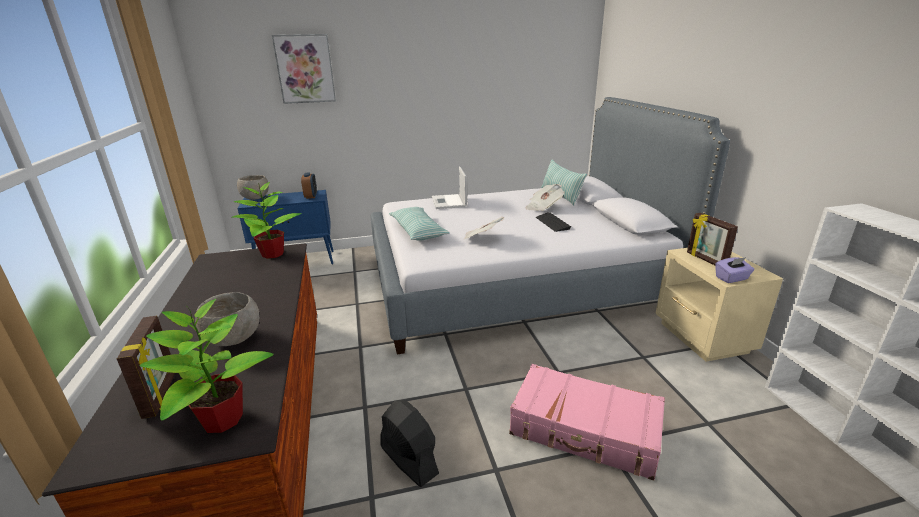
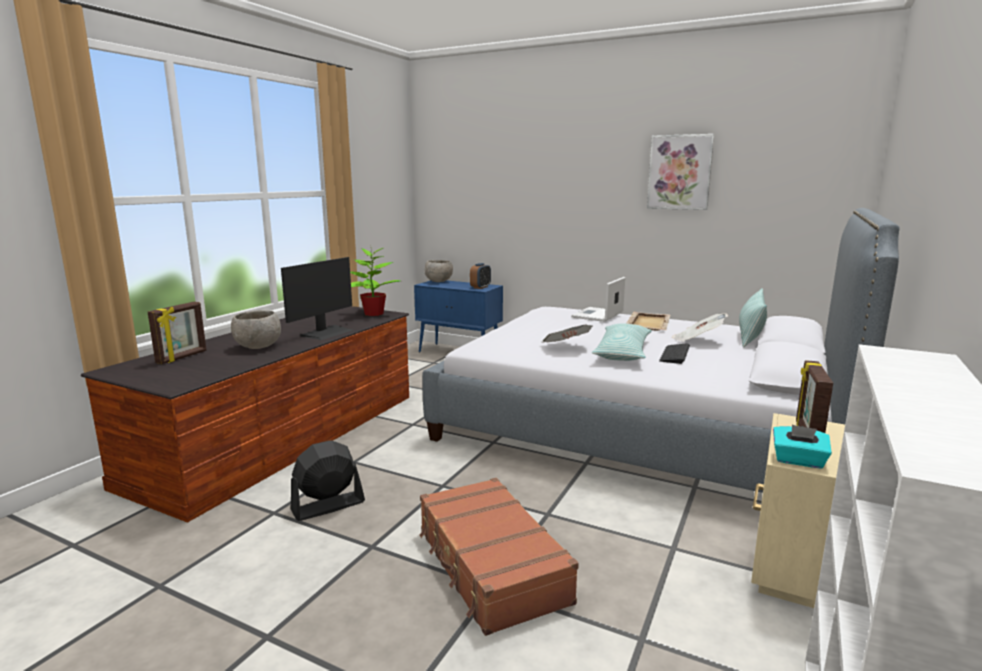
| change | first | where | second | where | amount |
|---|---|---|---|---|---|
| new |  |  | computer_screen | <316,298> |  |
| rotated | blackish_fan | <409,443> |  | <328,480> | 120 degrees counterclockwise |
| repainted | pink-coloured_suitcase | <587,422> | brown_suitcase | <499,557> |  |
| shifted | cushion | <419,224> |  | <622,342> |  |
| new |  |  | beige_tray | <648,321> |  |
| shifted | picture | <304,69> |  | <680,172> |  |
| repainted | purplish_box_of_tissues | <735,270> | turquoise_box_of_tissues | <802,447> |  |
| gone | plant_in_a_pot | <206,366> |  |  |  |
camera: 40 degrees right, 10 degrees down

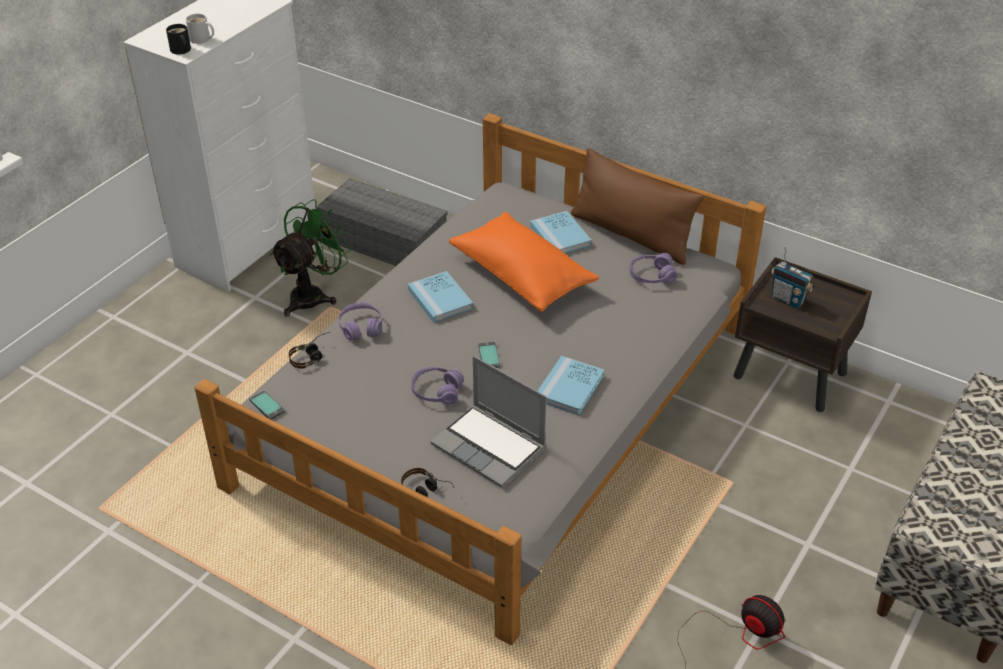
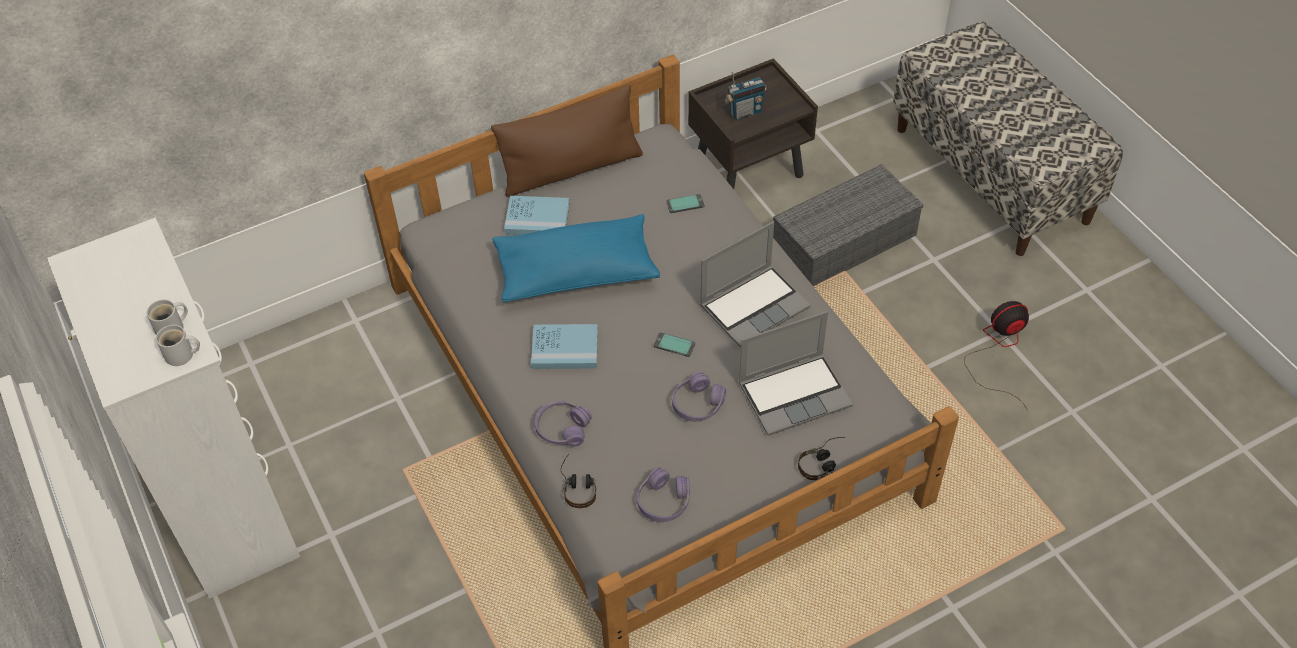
| change | first | where | second | where | amount |
|---|---|---|---|---|---|
| repainted | blackish_coffee_mug | <178,39> | white_coffee_mug | <178,345> |  |
| repainted | orange_cushion | <524,262> | bluish_cushion | <576,258> |  |
| shifted | purplish_headphones | <653,268> |  | <663,494> |  |
| shifted | handset | <267,405> |  | <685,203> |  |
| swapped | bluish_book | <571,385> | notebook_computer | <755,284> |  |
| shifted | greyish_storage_bin | <382,222> |  | <848,225> |  |
| gone | green-coloured_fan | <311,257> |  |  |  |
camera: 60 degrees left, 10 degrees up

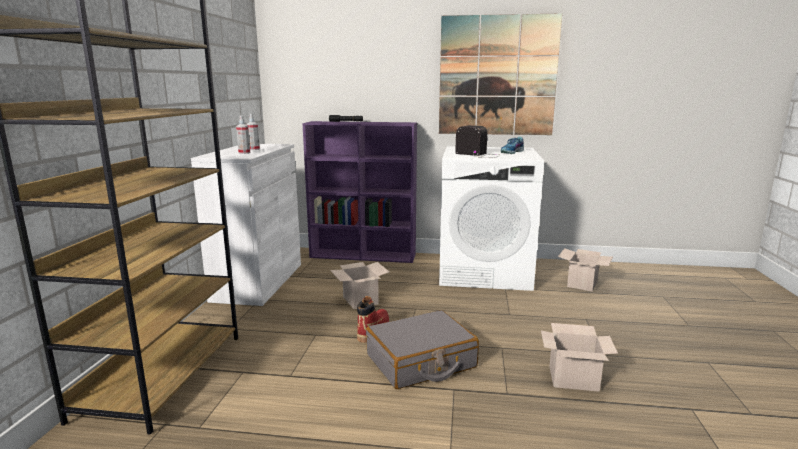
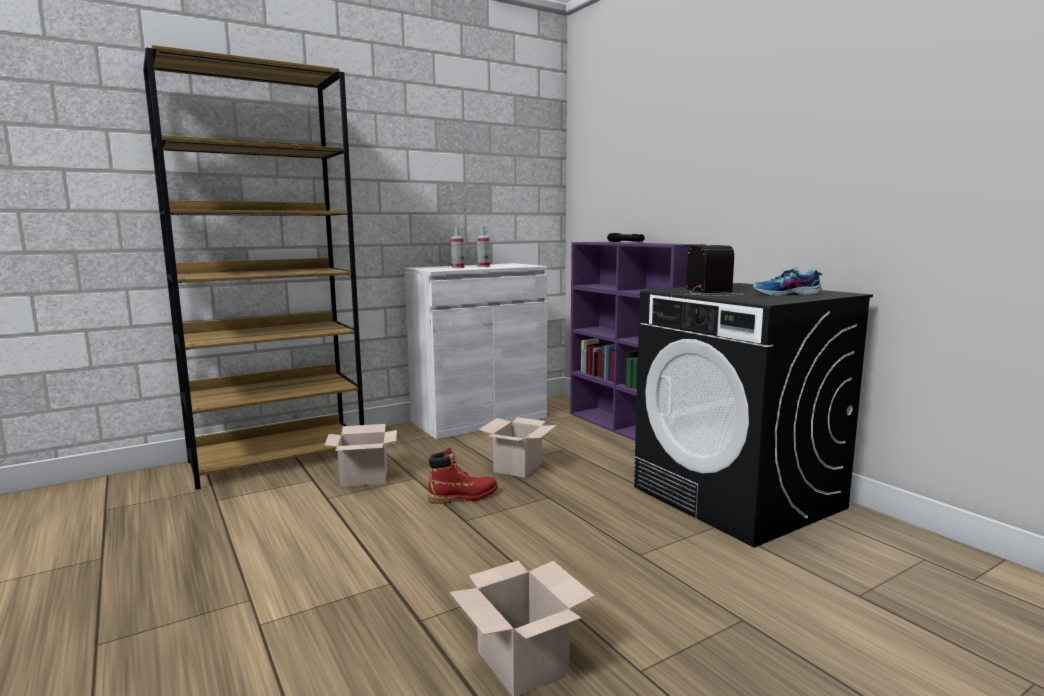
| change | first | where | second | where | amount |
|---|---|---|---|---|---|
| shifted | packing_box | <585,270> |  | <360,455> |  |
| repainted | white_washing_machine | <491,218> | blackish_washing_machine | <753,415> |  |
| gone | greyish_suitcase | <422,349> |  |  |  |
| gone | picture | <500,74> |  |  |  |
camera: 50 degrees right, 5 degrees down

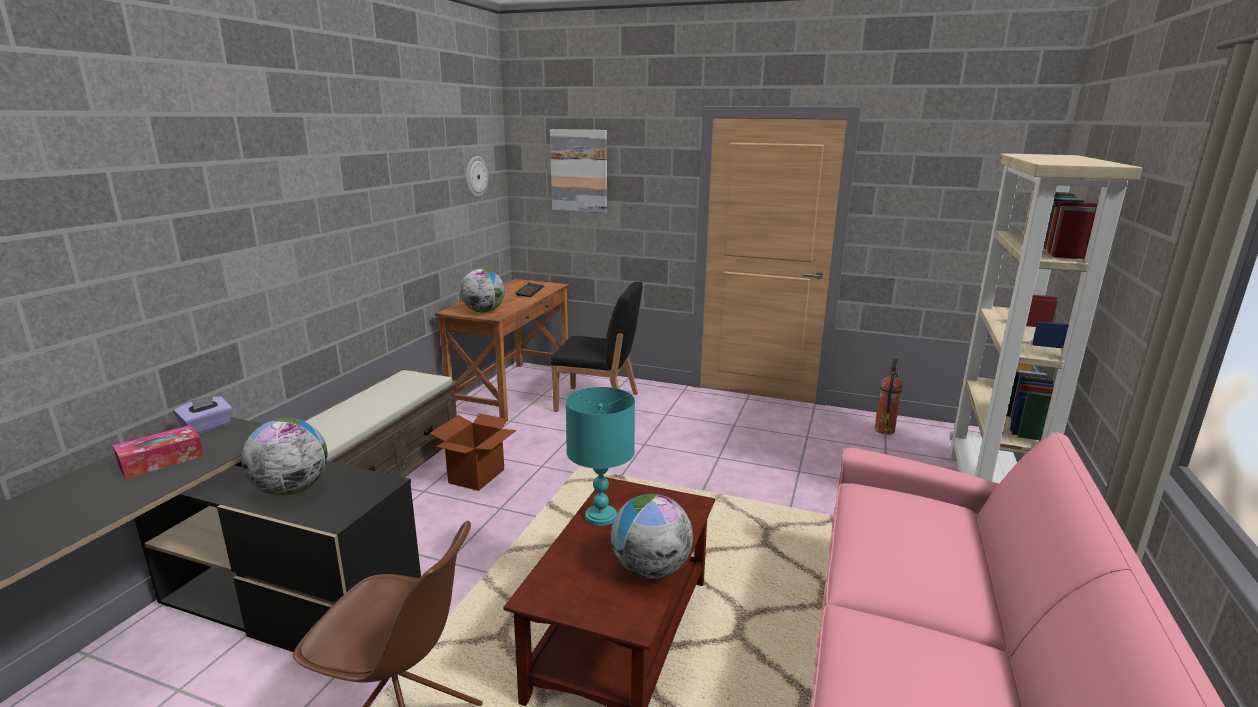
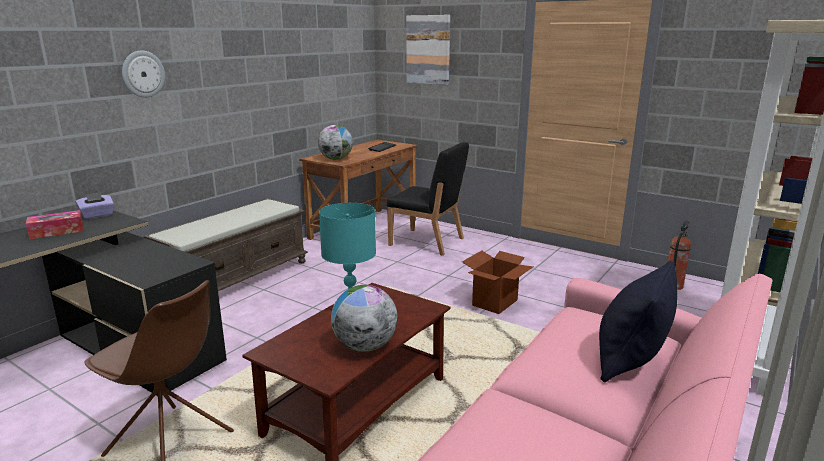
| change | first | where | second | where | amount |
|---|---|---|---|---|---|
| shifted | clock_on_the_wall | <477,177> |  | <143,74> |  |
| shifted | packing_box | <473,452> |  | <497,282> |  |
| new |  |  | blackish_cushion | <638,321> |  |
| gone | globe | <284,457> |  |  |  |
camera: 15 degrees right, 0 degrees up

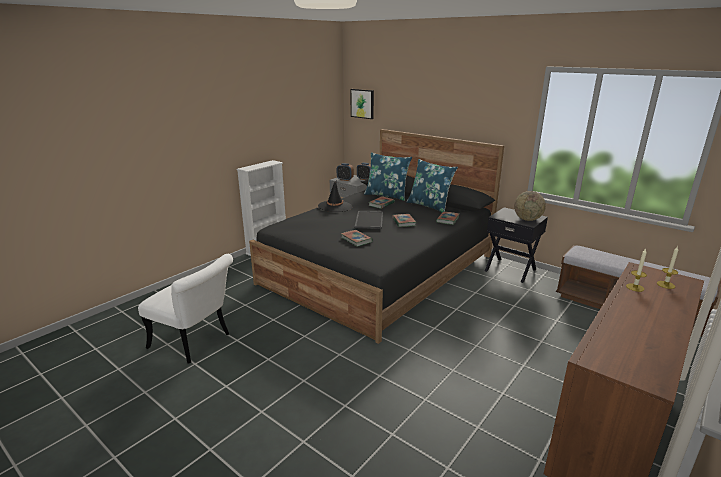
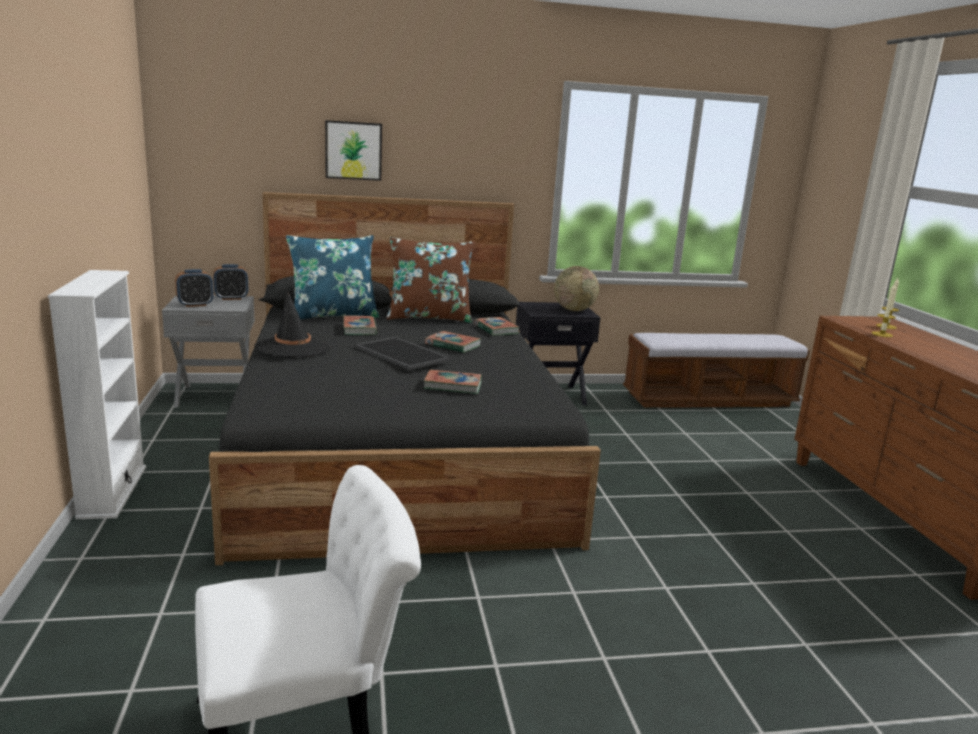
| change | first | where | second | where | amount |
|---|---|---|---|---|---|
| shifted | picture | <362,104> |  | <353,150> |  |
| repainted | bluish_cushion | <432,185> | brown_cushion | <430,280> |  |
camera: 50 degrees left, 5 degrees down

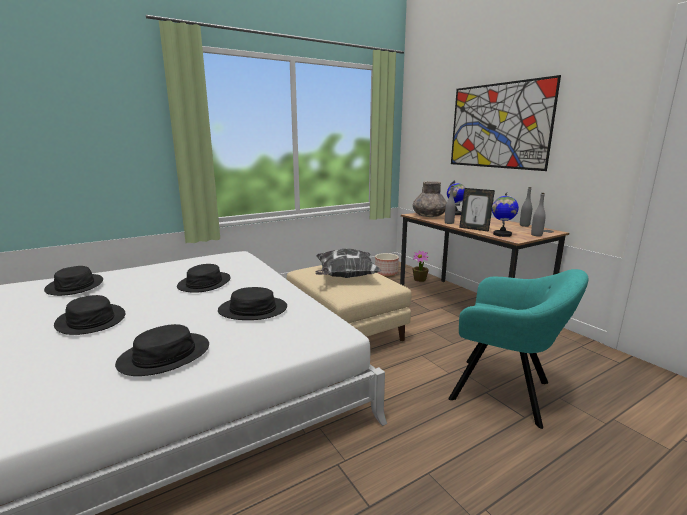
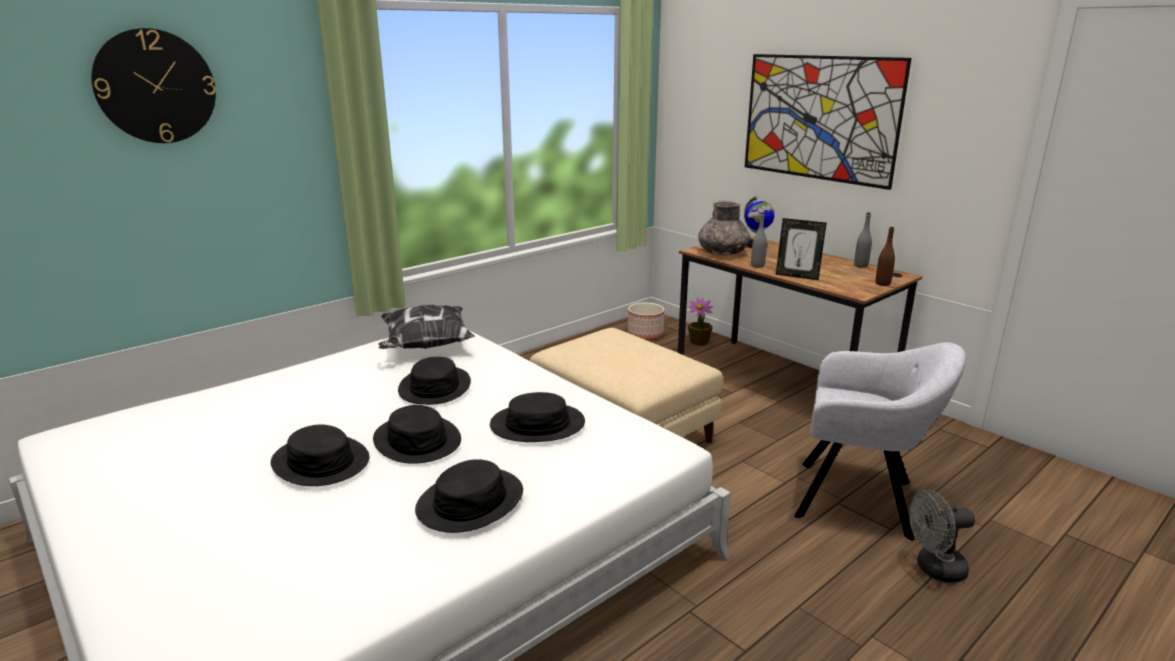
| change | first | where | second | where | amount |
|---|---|---|---|---|---|
| new |  |  | clock_on_the_wall | <153,85> |  |
| shifted | blackish_clothing_hat | <73,281> |  | <417,434> |  |
| shifted | cushion | <348,263> |  | <427,327> |  |
| repainted | turquoise_armchair | <518,349> | greyish_armchair | <880,441> |  |
| repainted | greyish_drink_bottle | <538,214> | brown_drink_bottle | <885,256> |  |
| new |  |  | greyish_fan | <942,536> |  |
| gone | globe | <505,214> |  |  |  |
camera: 10 degrees left, 5 degrees up

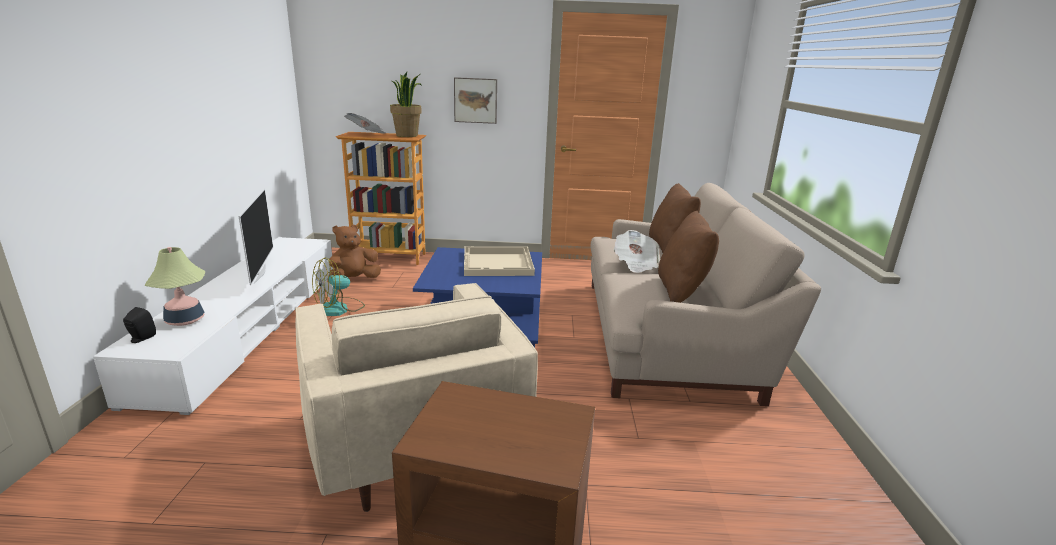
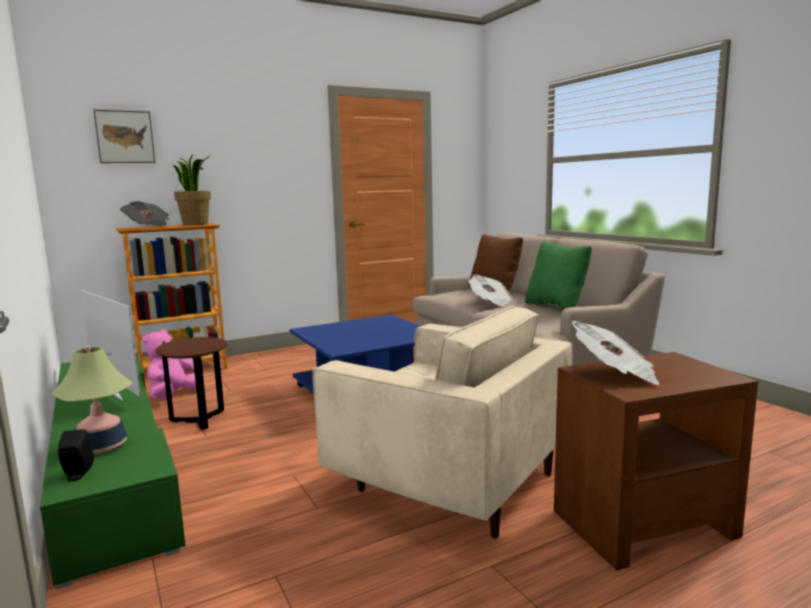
| change | first | where | second | where | amount |
|---|---|---|---|---|---|
| repainted | white_tv_stand | <213,326> | green-coloured_tv_stand | <113,471> |  |
| shifted | picture | <475,100> |  | <124,136> |  |
| repainted | brown_cuddly_toy | <355,251> | pink-coloured_cuddly_toy | <169,364> |  |
| swapped | fan | <338,287> | brown_side_table | <191,383> |  |
| repainted | brown_cushion | <688,257> | green-coloured_cushion | <558,276> |  |
| new |  |  | printed_paper | <615,353> |  |
| gone | beige_tray | <499,261> |  |  |  |
camera: 30 degrees left, 10 degrees down

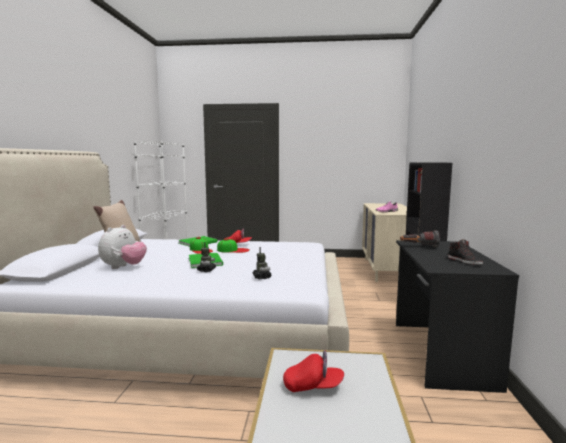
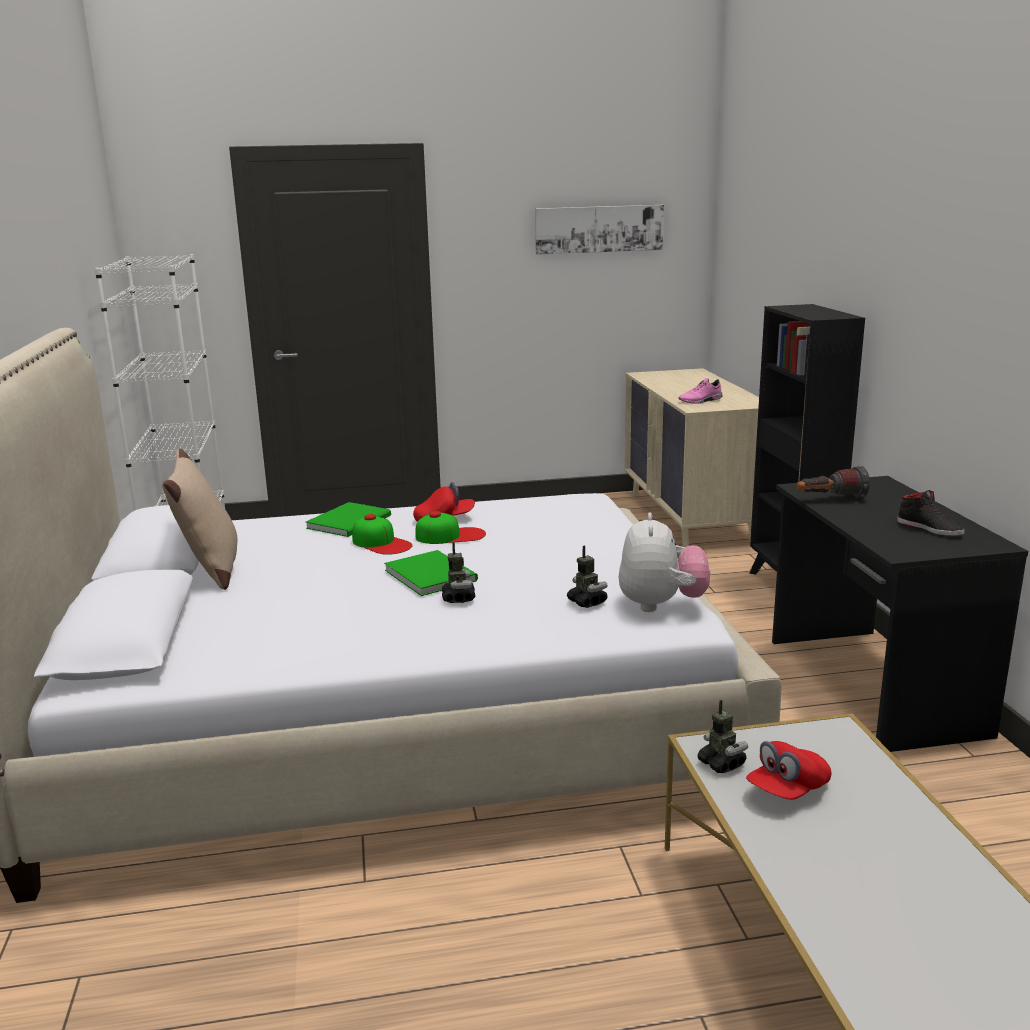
| change | first | where | second | where | amount |
|---|---|---|---|---|---|
| new |  |  | picture | <599,230> |  |
| shifted | cuddly_toy | <122,247> |  | <664,562> |  |
| new |  |  | model_robot | <722,736> |  |
| rotated | red_cap | <313,371> |  | <788,770> | 150 degrees clockwise |
camera: 15 degrees left, 10 degrees up

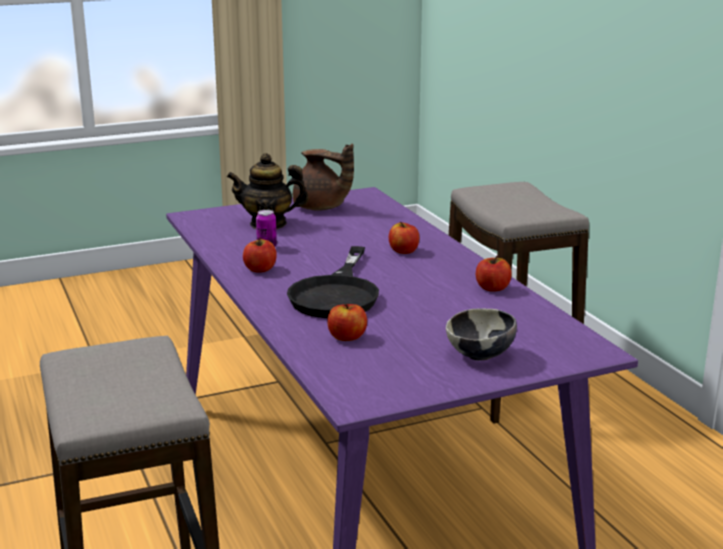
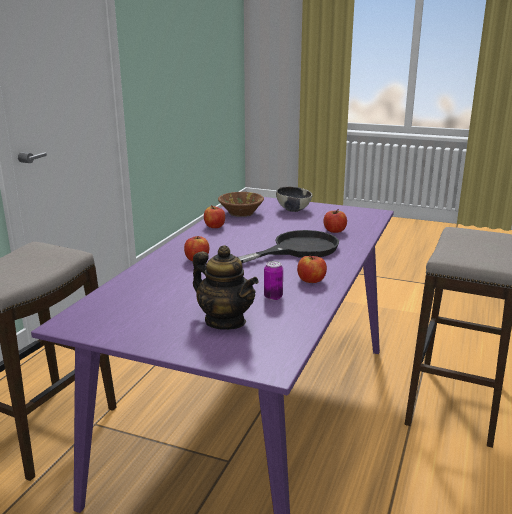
| change | first | where | second | where | amount |
|---|---|---|---|---|---|
| new |  |  | brown_serving_bowl | <241,204> |  |
| gone | brown_pot_for_tea | <323,177> |  |  |  |
camera: 135 degrees left, 0 degrees up

